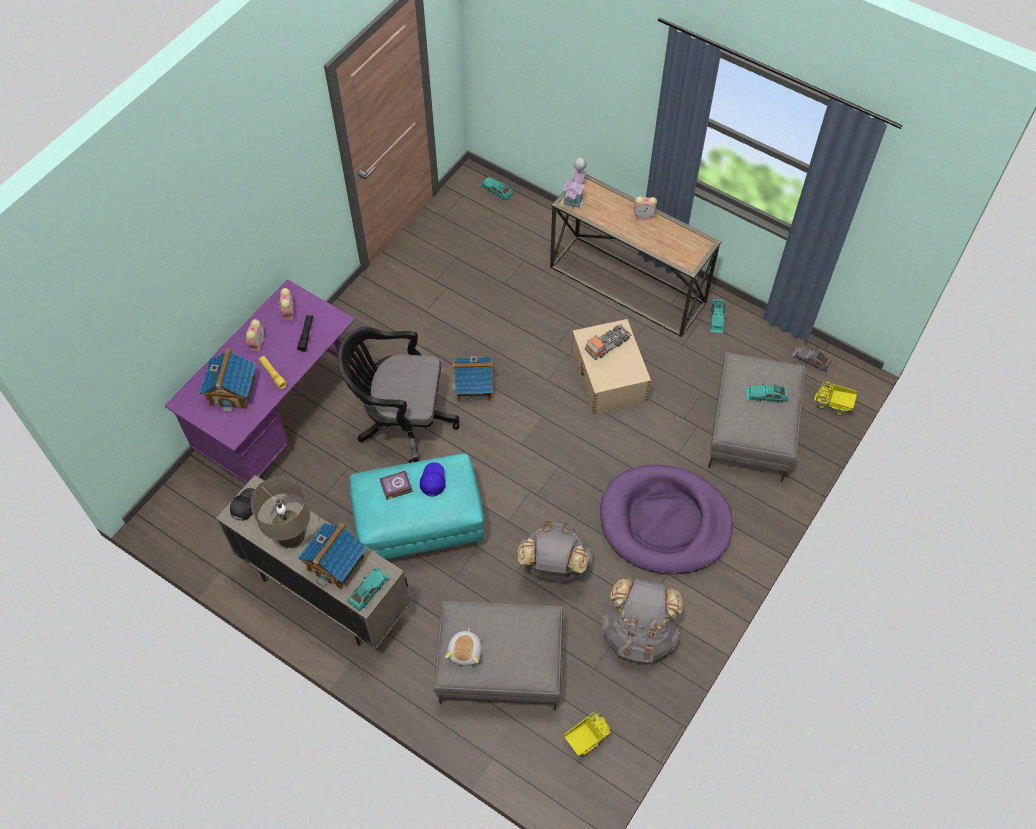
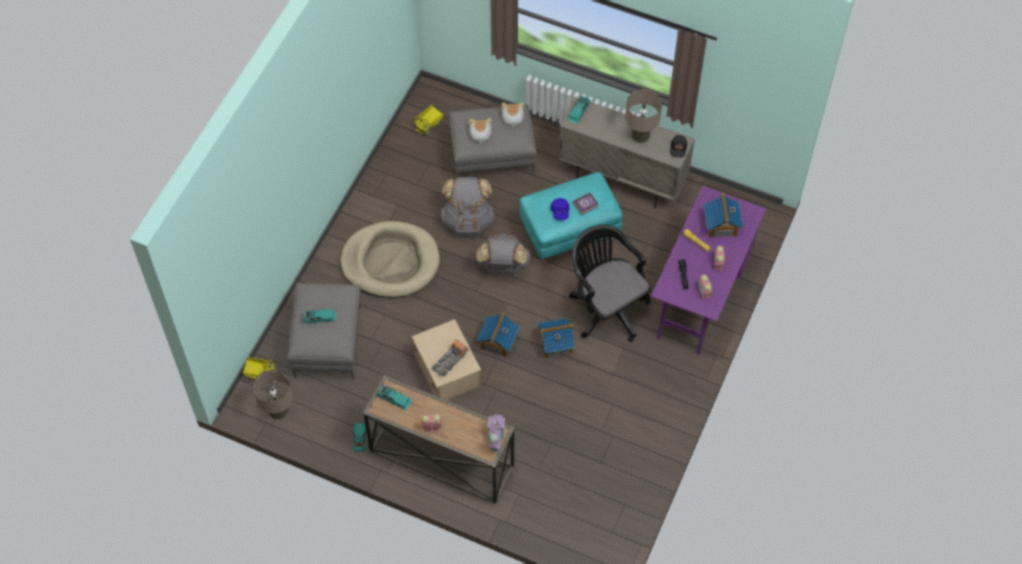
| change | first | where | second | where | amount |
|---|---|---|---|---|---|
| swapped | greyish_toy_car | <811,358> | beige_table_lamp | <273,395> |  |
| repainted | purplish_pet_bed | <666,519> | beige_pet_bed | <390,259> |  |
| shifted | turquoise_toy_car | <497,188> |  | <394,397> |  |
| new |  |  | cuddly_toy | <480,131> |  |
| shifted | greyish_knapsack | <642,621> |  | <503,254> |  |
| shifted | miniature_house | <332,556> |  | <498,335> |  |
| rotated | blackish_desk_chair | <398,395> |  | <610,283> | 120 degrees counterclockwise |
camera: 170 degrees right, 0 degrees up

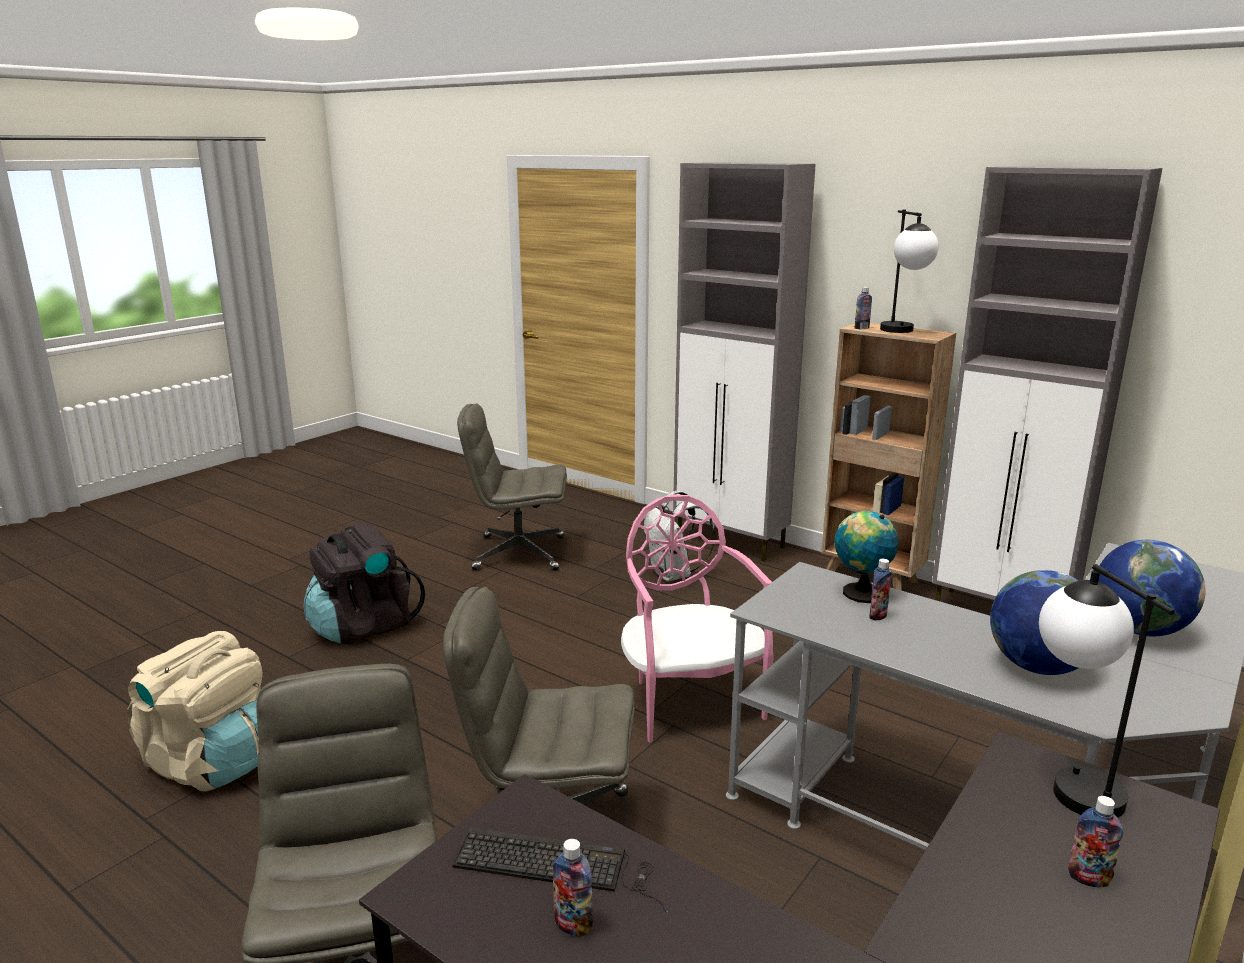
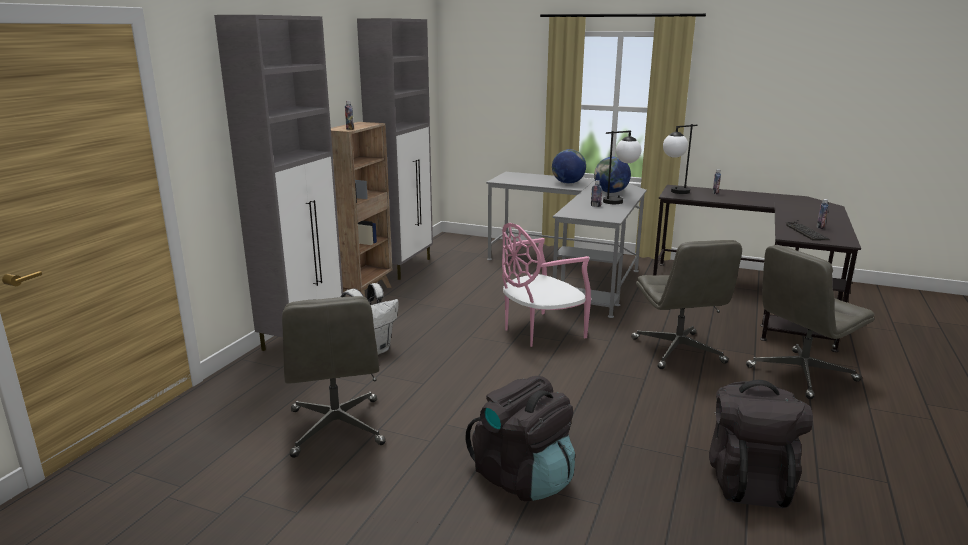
| change | first | where | second | where | amount |
|---|---|---|---|---|---|
| shifted | table_lamp | <909,271> |  | <622,167> |  |
| repainted | beige_knapsack | <195,711> | blackish_knapsack | <761,444> |  |
| gone | globe | <867,557> |  |  |  |
camera: 105 degrees left, 0 degrees up

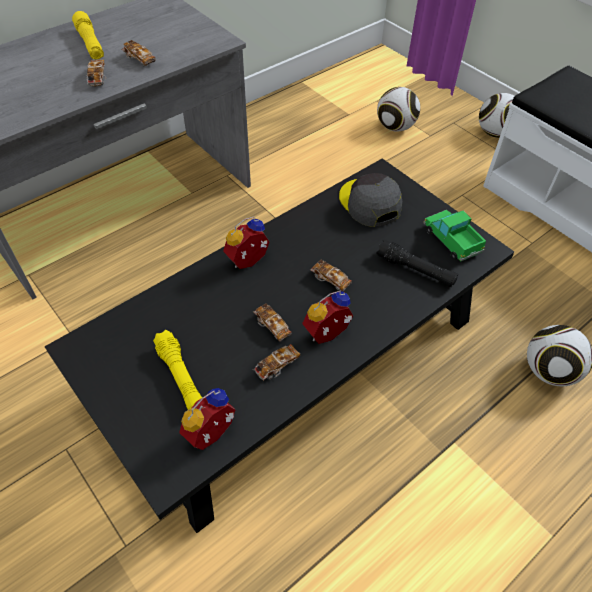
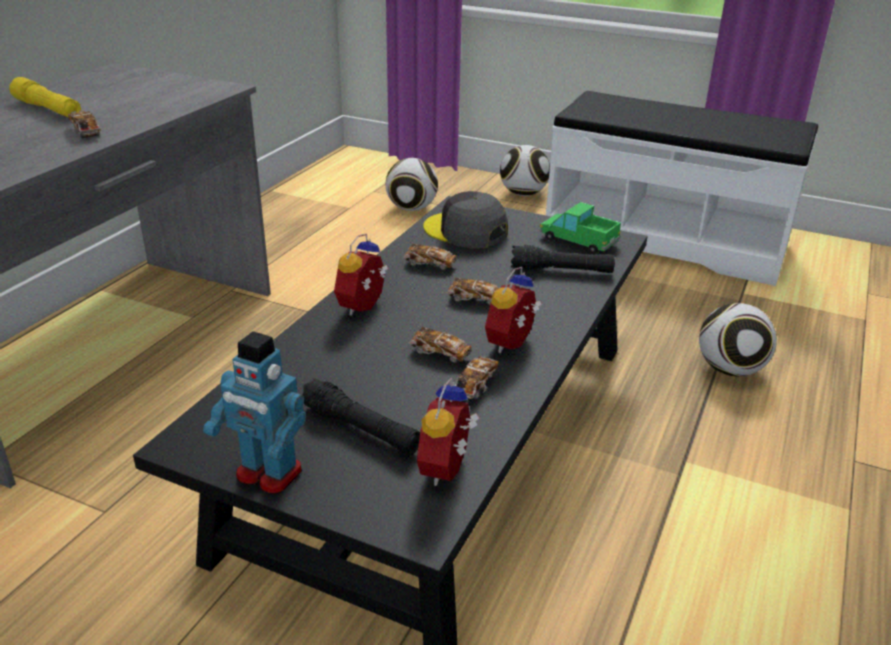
| change | first | where | second | where | amount |
|---|---|---|---|---|---|
| new |  |  | model_robot | <254,412> |  |
| repainted | yellowish_torch | <177,370> | blackish_torch | <361,416> |  |
| shifted | toy_car | <138,53> |  | <430,257> |  |
camera: 25 degrees left, 20 degrees down

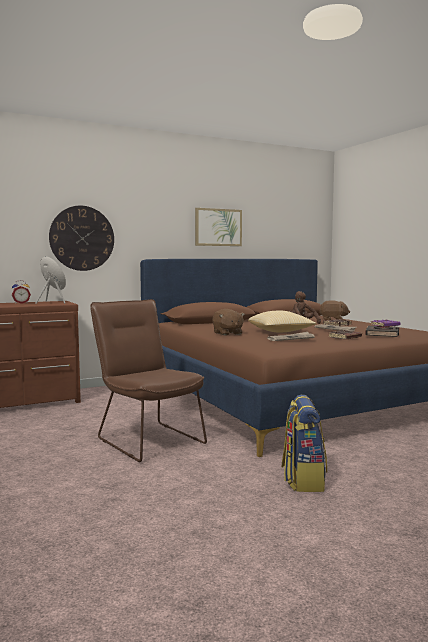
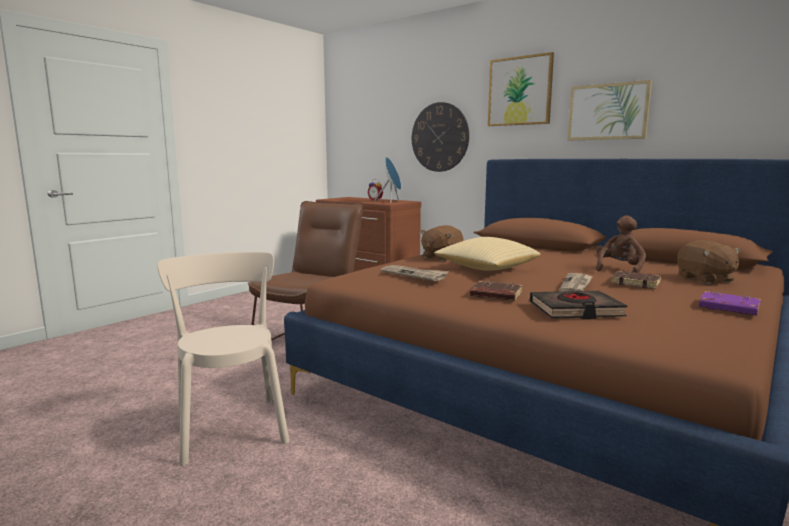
| change | first | where | second | where | amount |
|---|---|---|---|---|---|
| swapped | knapsack | <304,443> | beige_chair | <223,359> |  |
| new |  |  | picture | <521,89> |  |
camera: 65 degrees right, 5 degrees up

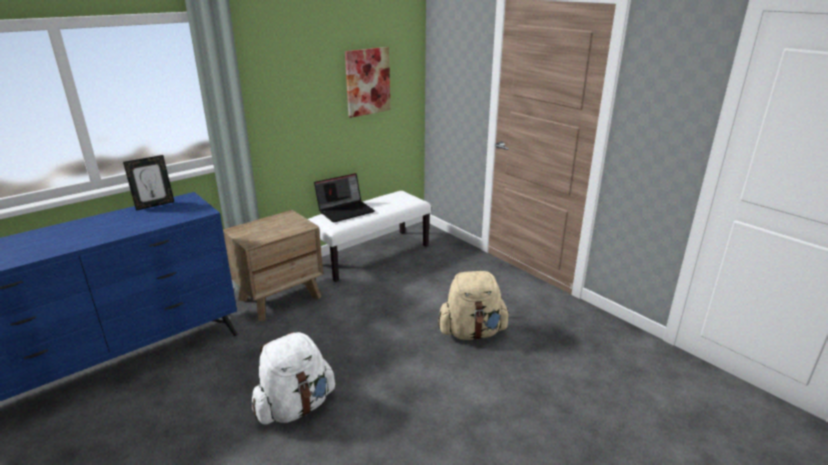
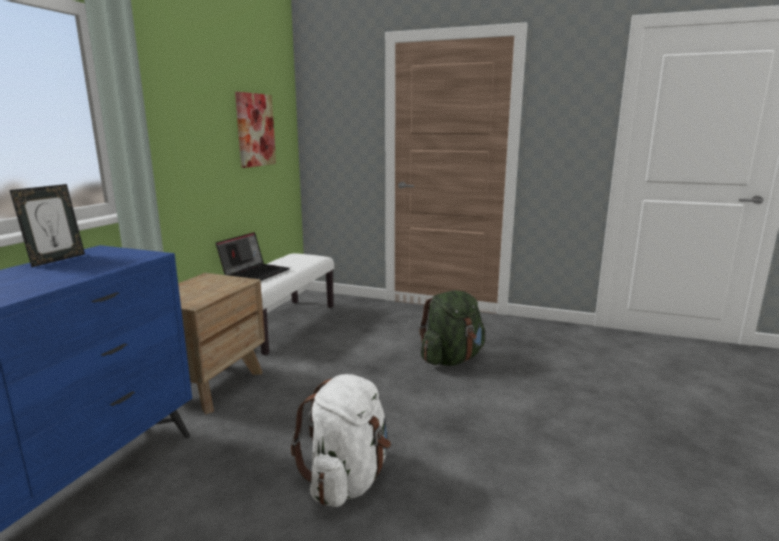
| change | first | where | second | where | amount |
|---|---|---|---|---|---|
| repainted | beige_knapsack | <474,305> | green-coloured_knapsack | <452,328> |  |
camera: 30 degrees left, 10 degrees down

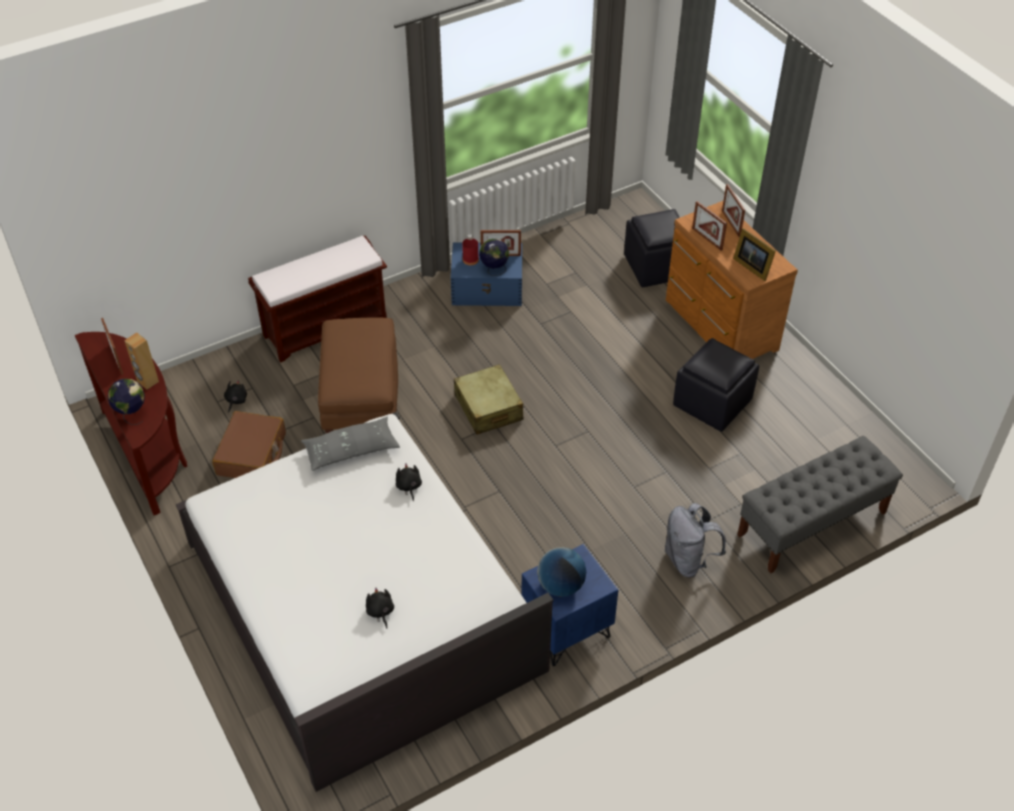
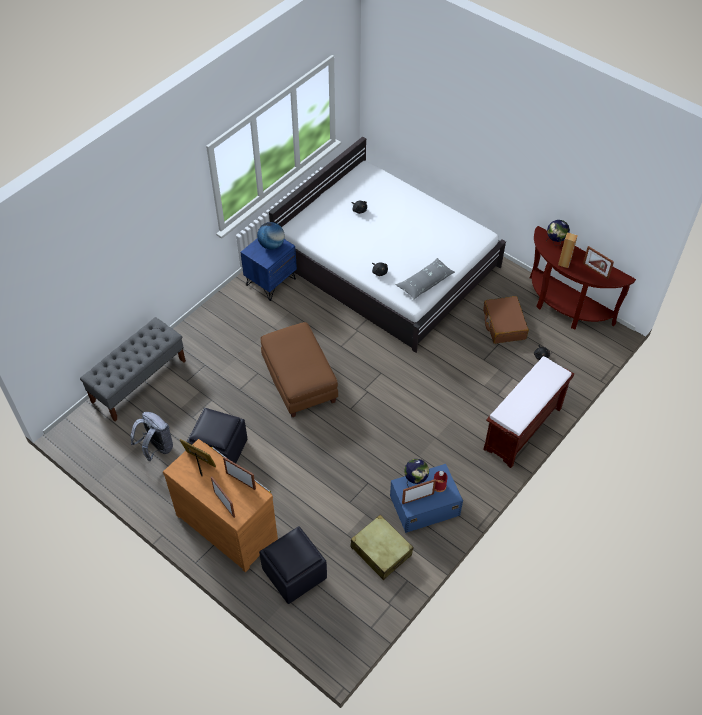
| change | first | where | second | where | amount |
|---|---|---|---|---|---|
| shifted | greyish_knapsack | <695,540> |  | <151,436> |  |
| shifted | brown_footrest | <358,375> |  | <299,369> |  |
| shifted | beige_suitcase | <488,399> |  | <381,547> |  |
camera: 160 degrees right, 5 degrees up

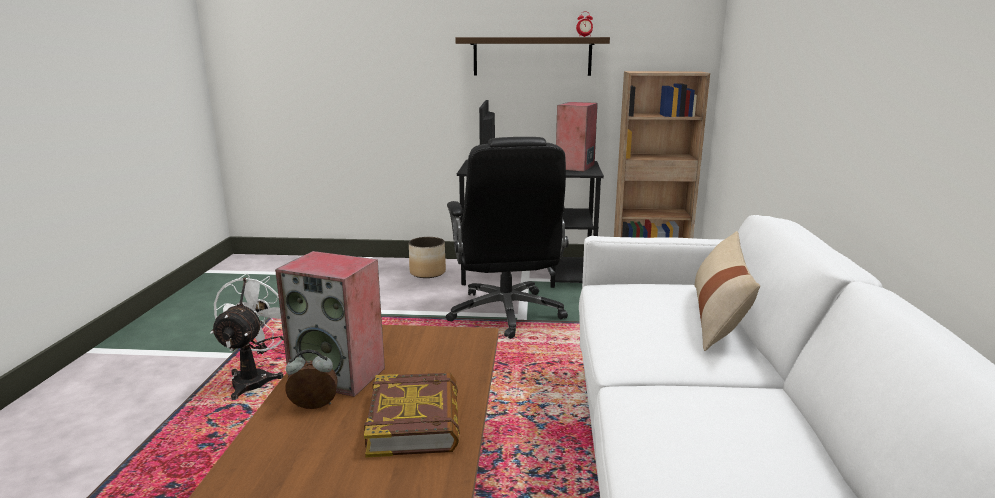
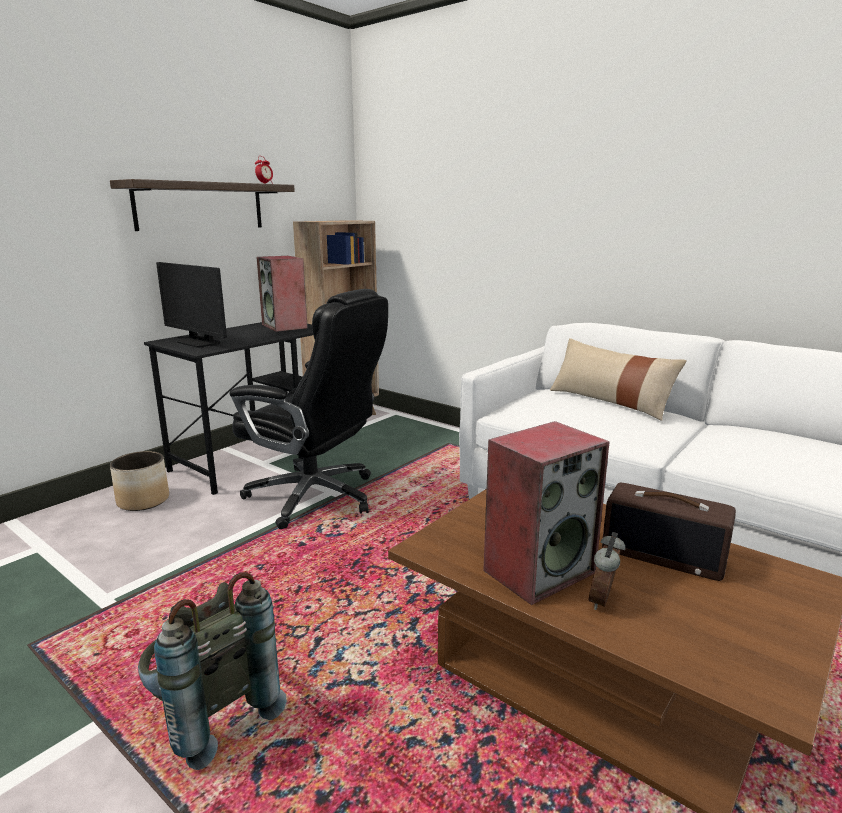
| change | first | where | second | where | amount |
|---|---|---|---|---|---|
| swapped | white_fan | <247,336> | greyish_knapsack | <212,671> |  |
| swapped | book | <412,415> | radio_receiver | <669,532> |  |
camera: 55 degrees left, 0 degrees up

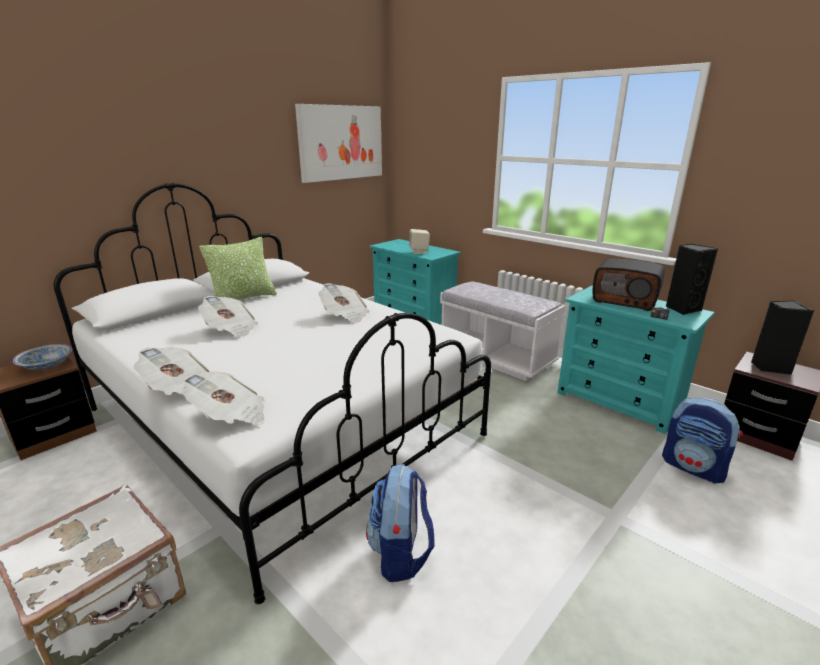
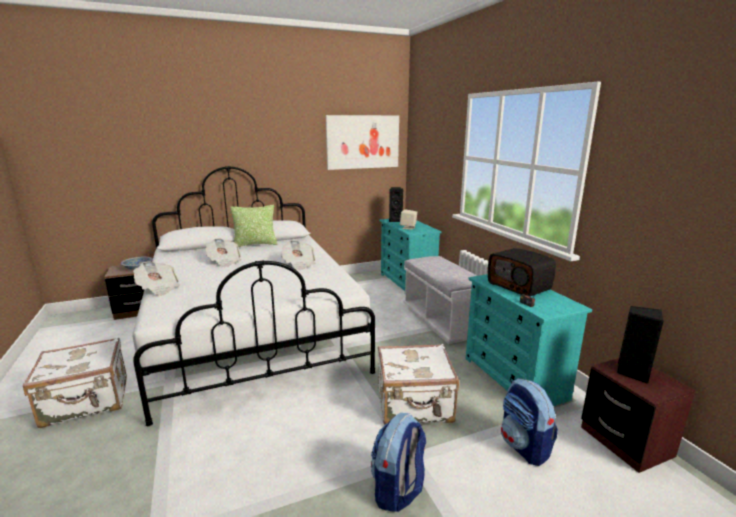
| change | first | where | second | where | amount |
|---|---|---|---|---|---|
| shifted | knapsack | <400,523> |  | <399,462> |  |
| new |  |  | white_suitcase | <418,384> |  |
| shifted | blackish_loudspeaker | <692,279> |  | <396,204> |  |
| gone | printed_paper | <224,398> |  |  |  |
camera: 25 degrees right, 5 degrees down

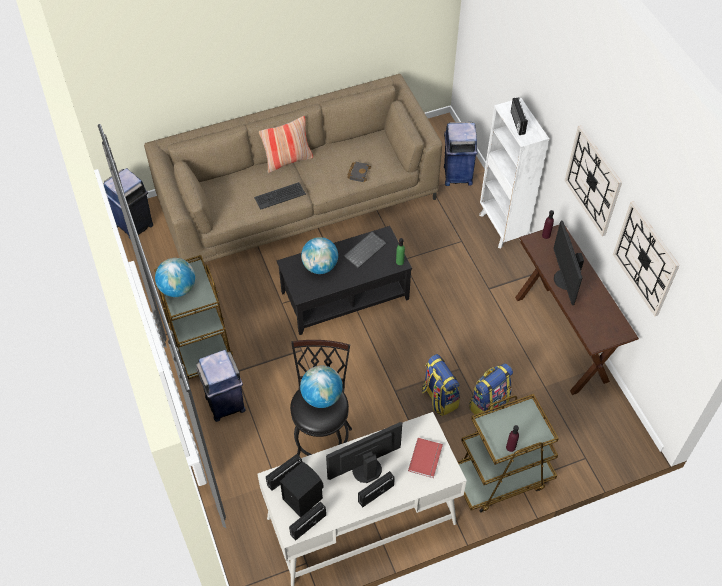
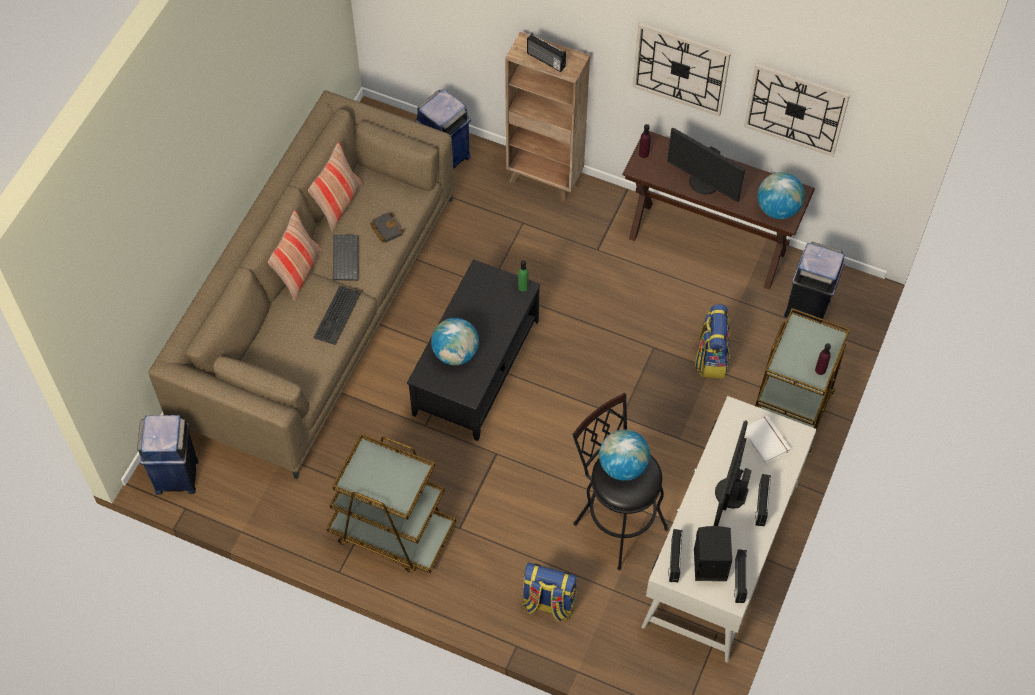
| change | first | where | second | where | amount |
|---|---|---|---|---|---|
| new |  |  | cushion | <335,187> |  |
| shifted | computer_keyboard | <365,250> |  | <346,257> |  |
| repainted | white_bookshelf | <514,173> | brown_bookshelf | <547,117> |  |
| shifted | knapsack | <441,385> |  | <549,592> |  |
| repainted | red_book | <425,458> | white_book | <768,439> |  |
| shifted | globe | <175,277> |  | <781,195> |  |
| shifted | bluish_trash_can | <221,386> |  | <814,282> |  |
camera: 45 degrees left, 5 degrees up

